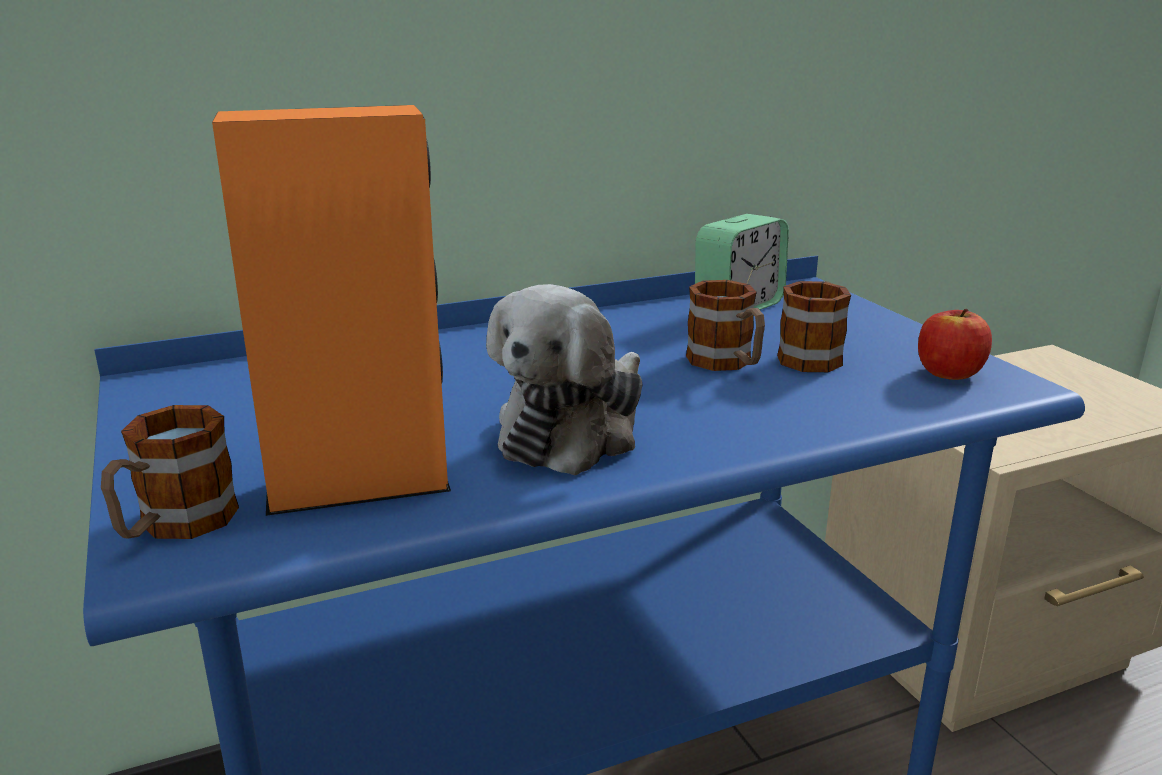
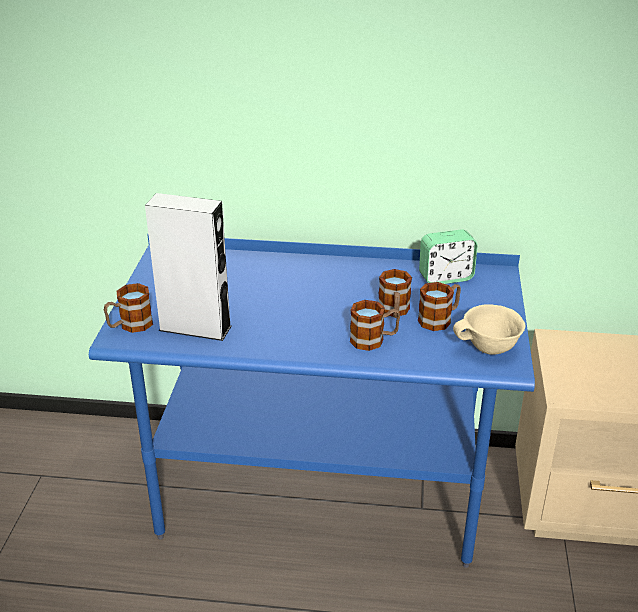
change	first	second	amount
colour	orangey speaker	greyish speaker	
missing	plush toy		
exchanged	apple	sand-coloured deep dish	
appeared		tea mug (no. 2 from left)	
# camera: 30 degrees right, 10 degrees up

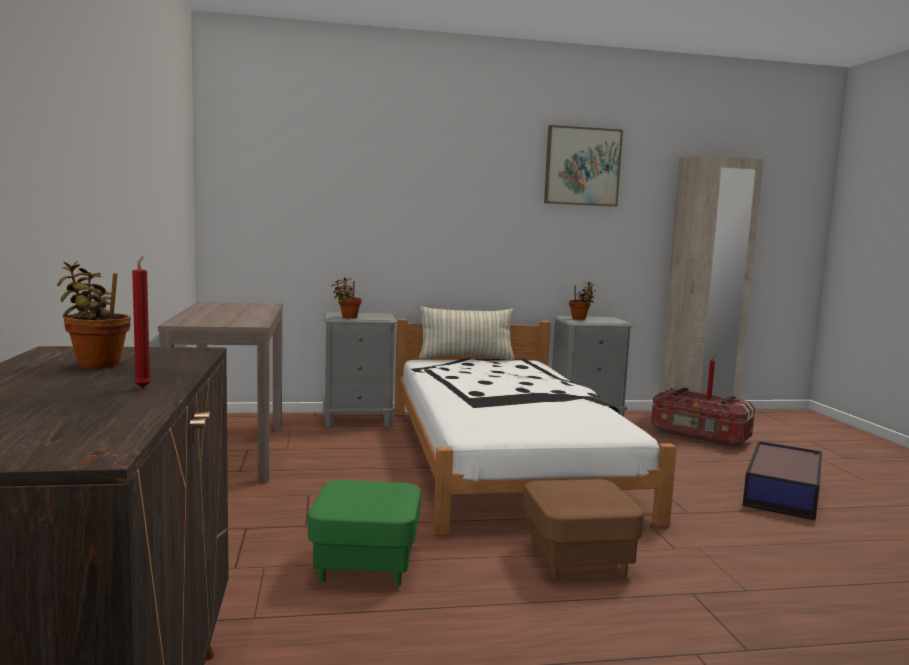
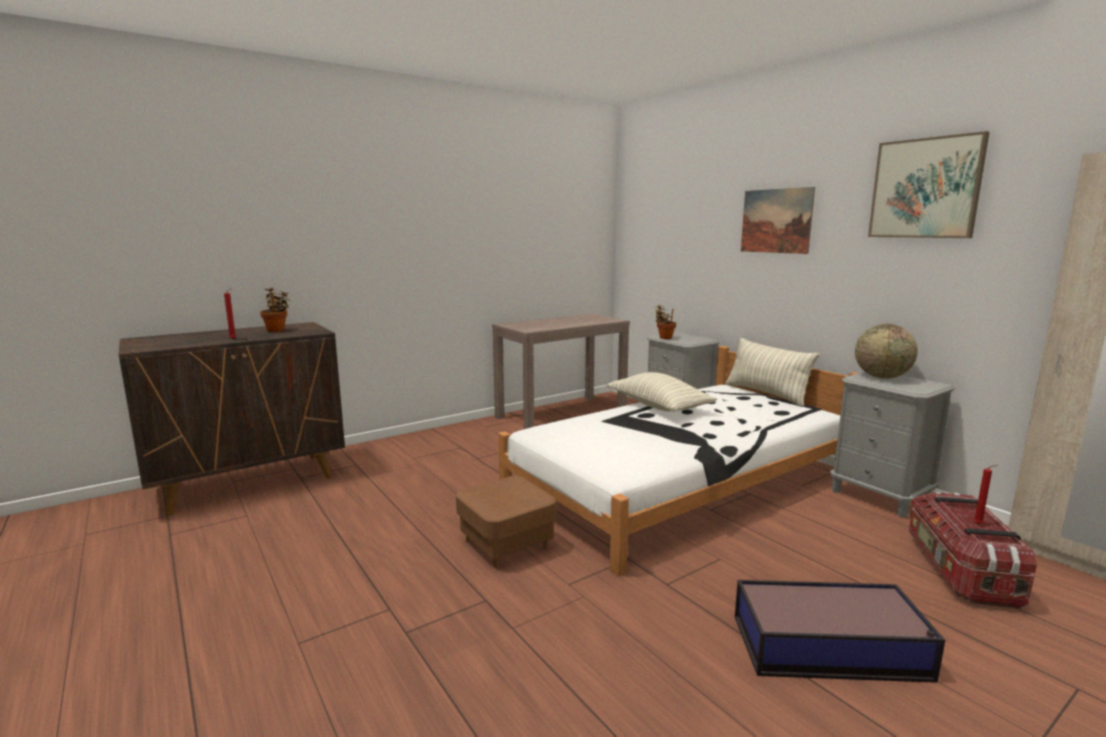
change	first	second	amount
exchanged	potted plant (no. 3 from left)	desk globe	
missing	green-coloured footrest		
appeared		wall art (no. 1 from left)	
appeared		pillow (no. 1 from left)	
# camera: 65 degrees right, 5 degrees up

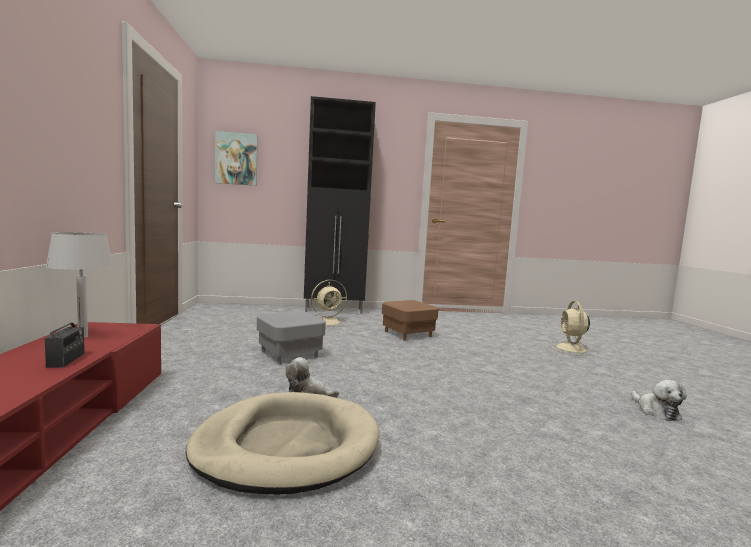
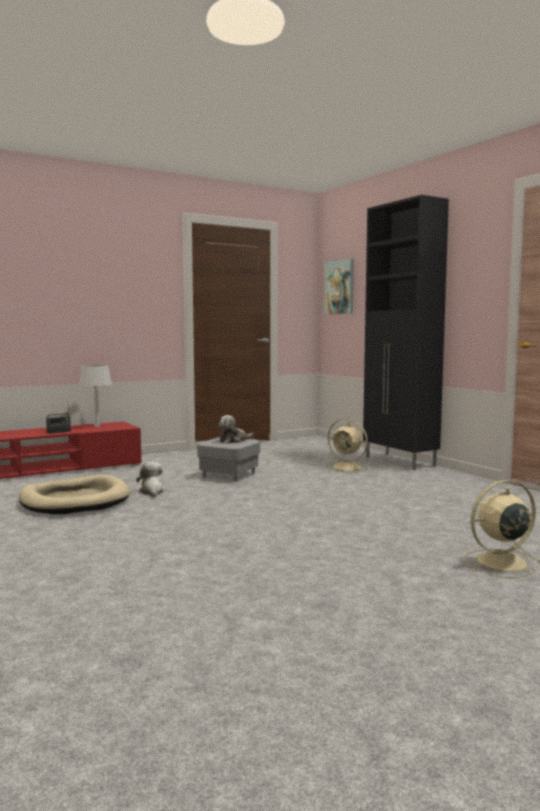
change	first	second	amount
missing	brown footrest		
relocated	plush toy (no. 2 from left)		
# camera: 65 degrees right, 0 degrees up

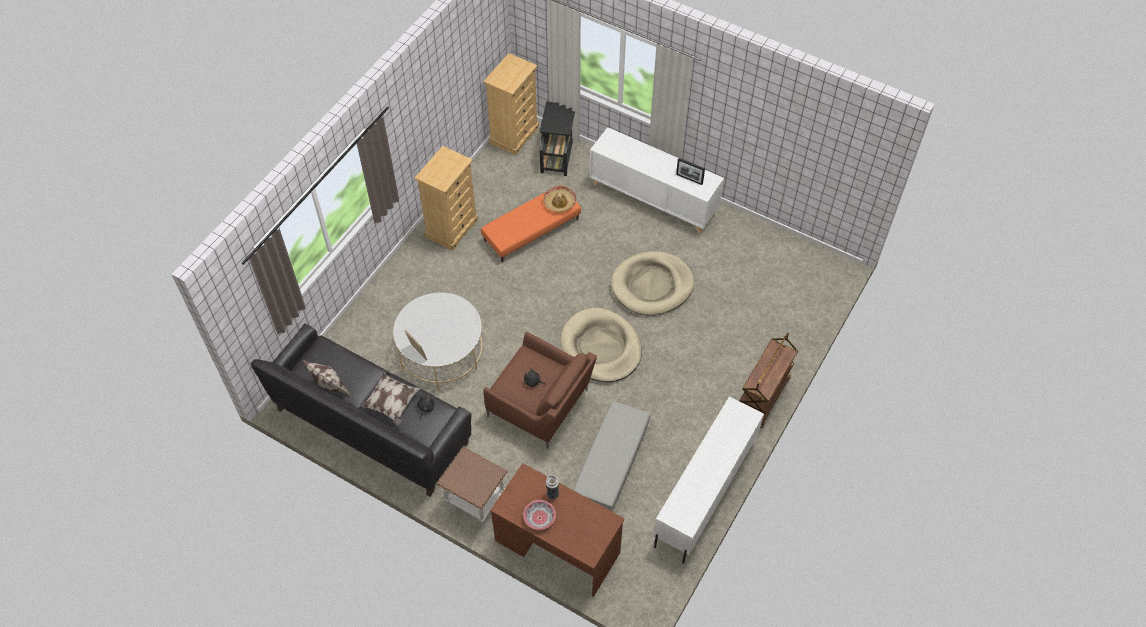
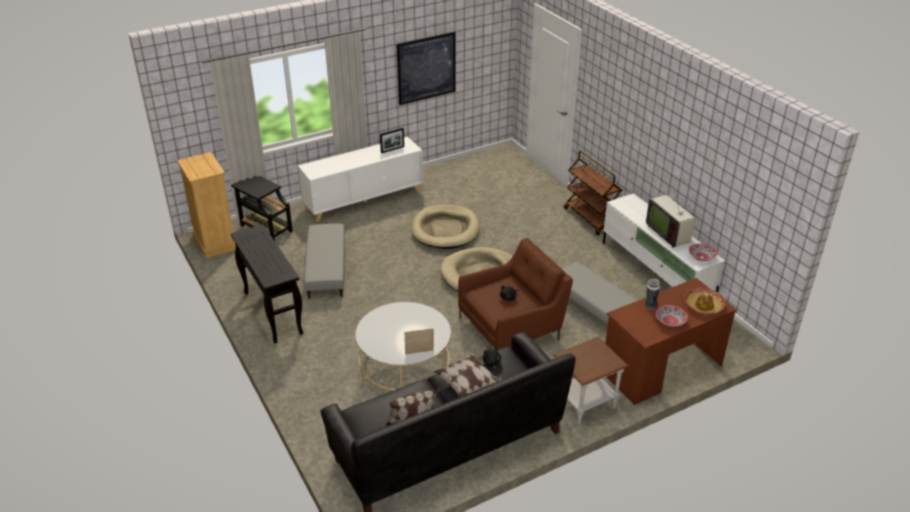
change	first	second	amount
exchanged	sand-coloured chest of drawers (no. 1 from left)	black console table	
colour	orangey footrest	greyish footrest (no. 1 from left)	
relocated	hat		
appeared		wall art	
appeared		television	
appeared		deep dish (no. 2 from left)	
# camera: 60 degrees left, 20 degrees down

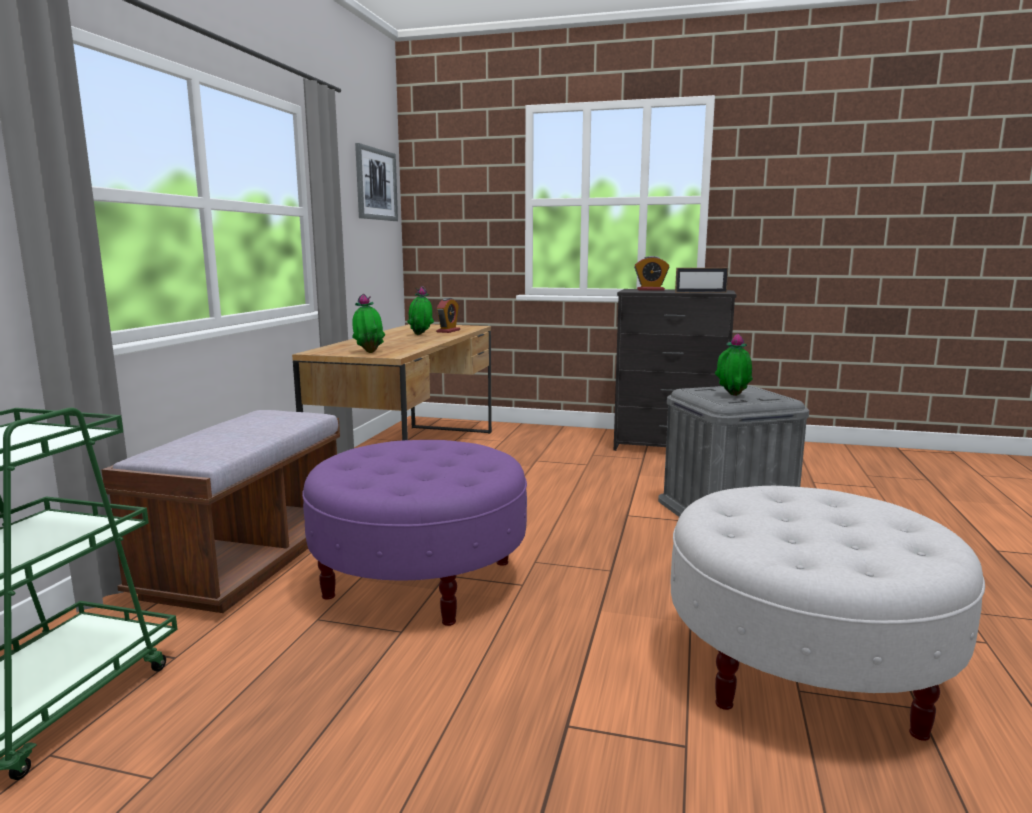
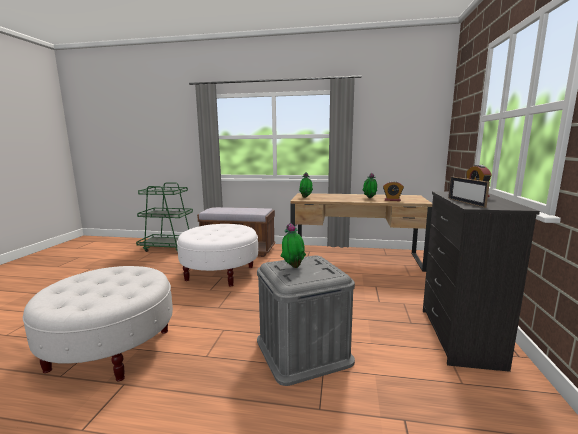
change	first	second	amount
missing	wall art		
colour	purple footrest	whitish footrest (no. 2 from left)	
# camera: 85 degrees right, 0 degrees up

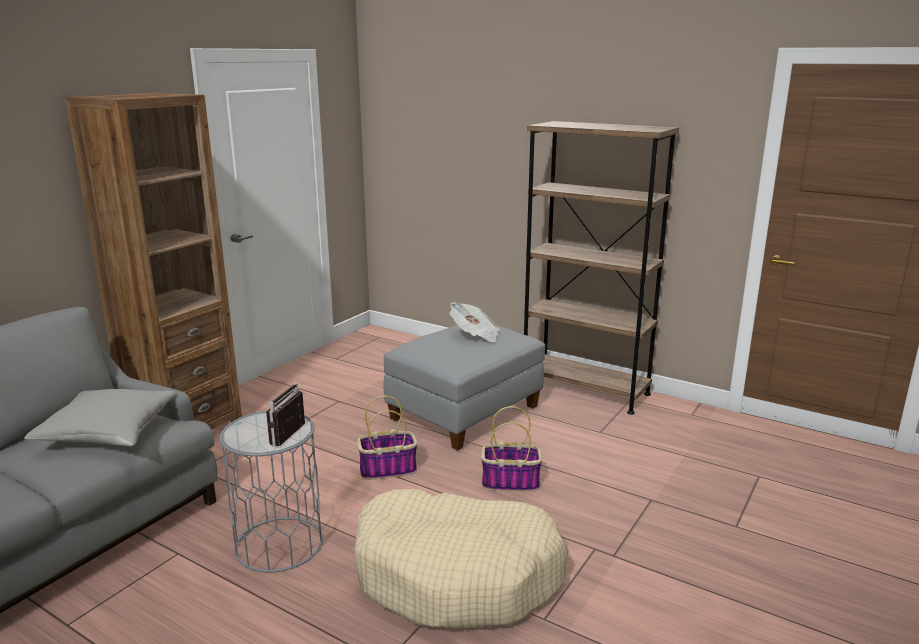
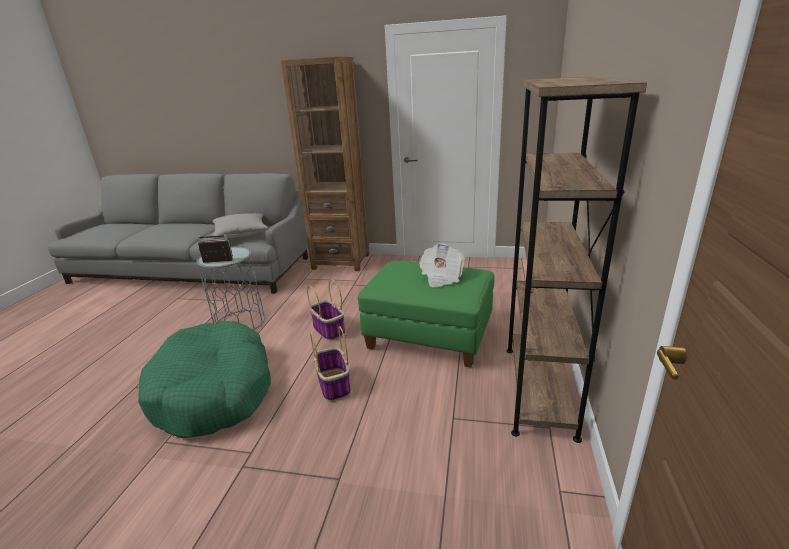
change	first	second	amount
colour	greyish footrest	green-coloured footrest	
colour	sand-coloured dog cushion	green-coloured dog cushion	
# camera: 70 degrees right, 5 degrees up

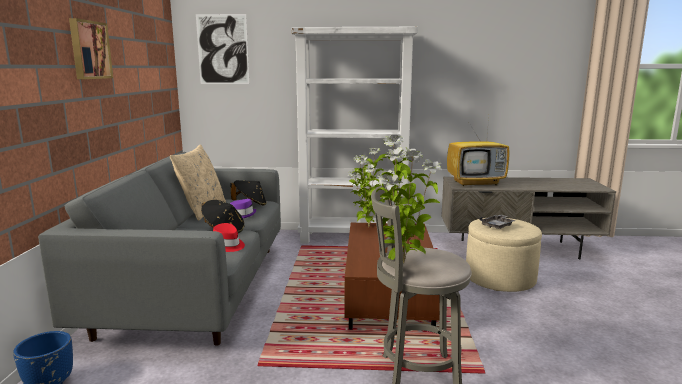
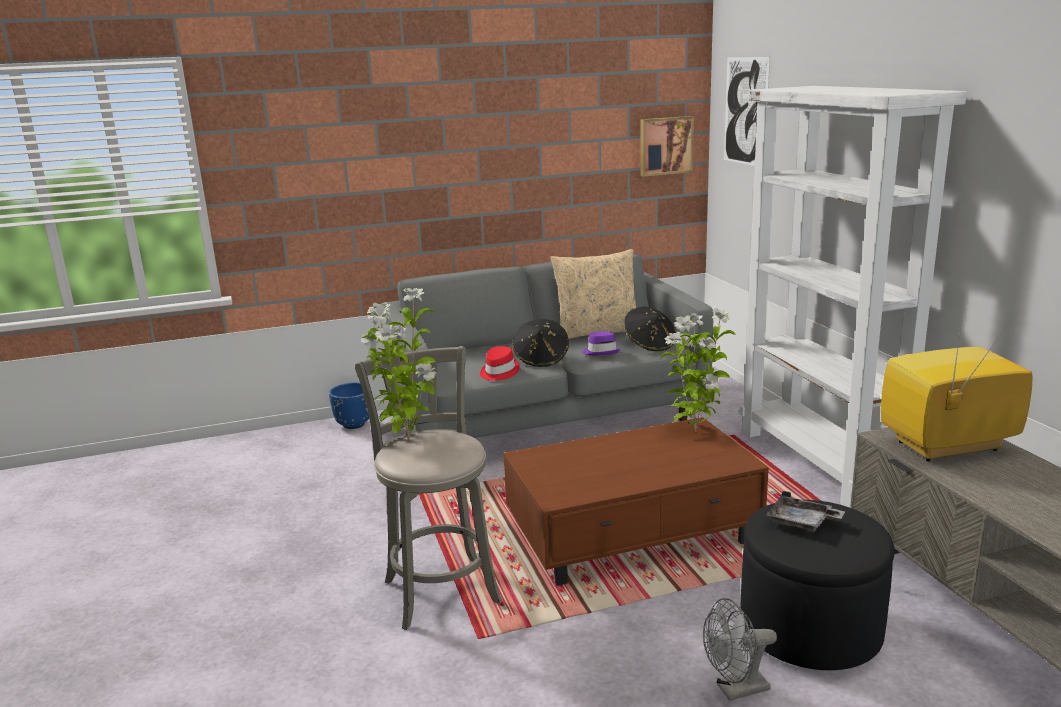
change	first	second	amount
relocated	wall art (no. 1 from left)		
spun	television		105 degrees clockwise
colour	sand-coloured footrest	black footrest	
appeared		greyish electric fan	
# camera: 70 degrees right, 5 degrees up

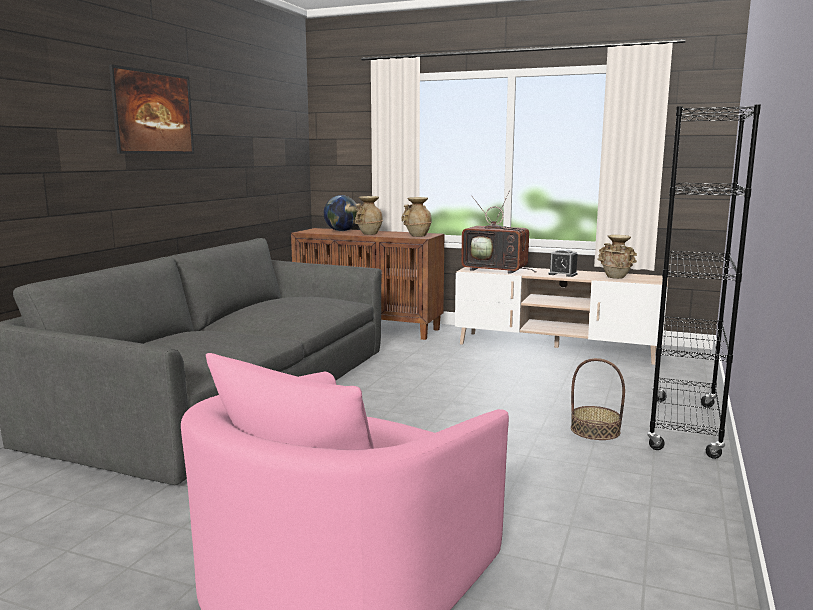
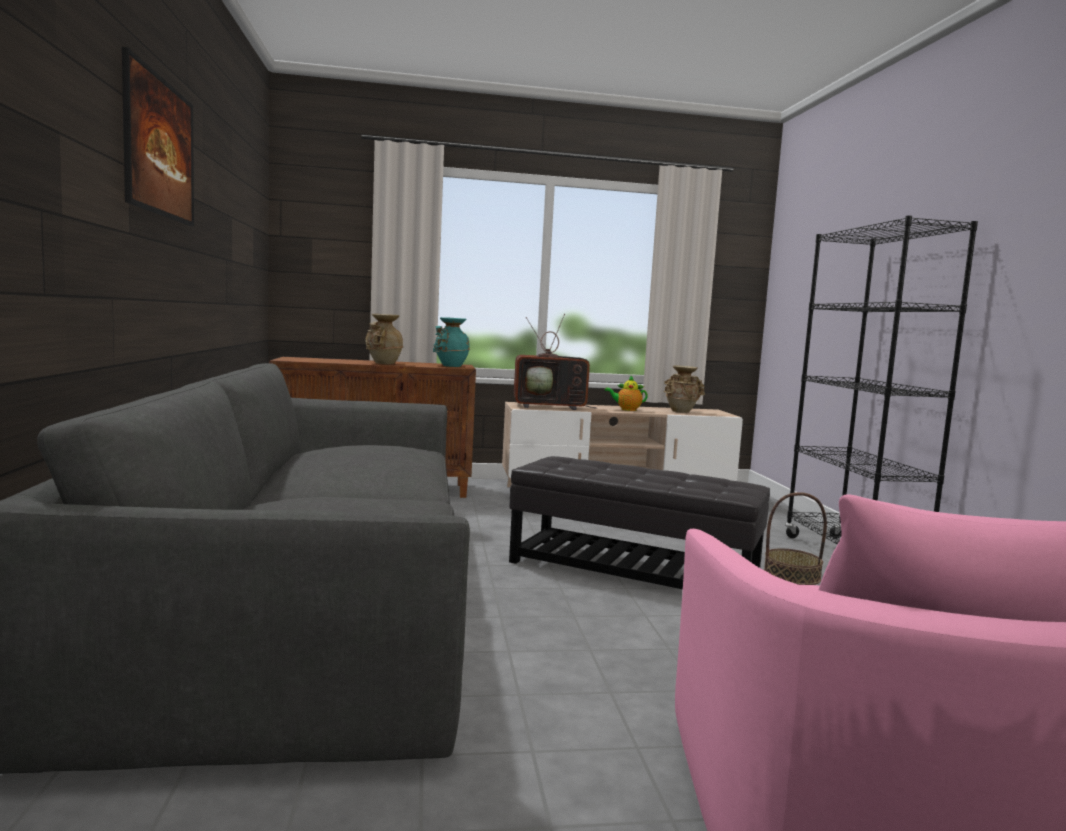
change	first	second	amount
missing	desk globe		
colour	sand-coloured decorative vase (no. 2 from left)	turquoise decorative vase	
exchanged	bedside clock	pot for tea	
appeared		black footrest	
# camera: 30 degrees left, 5 degrees down

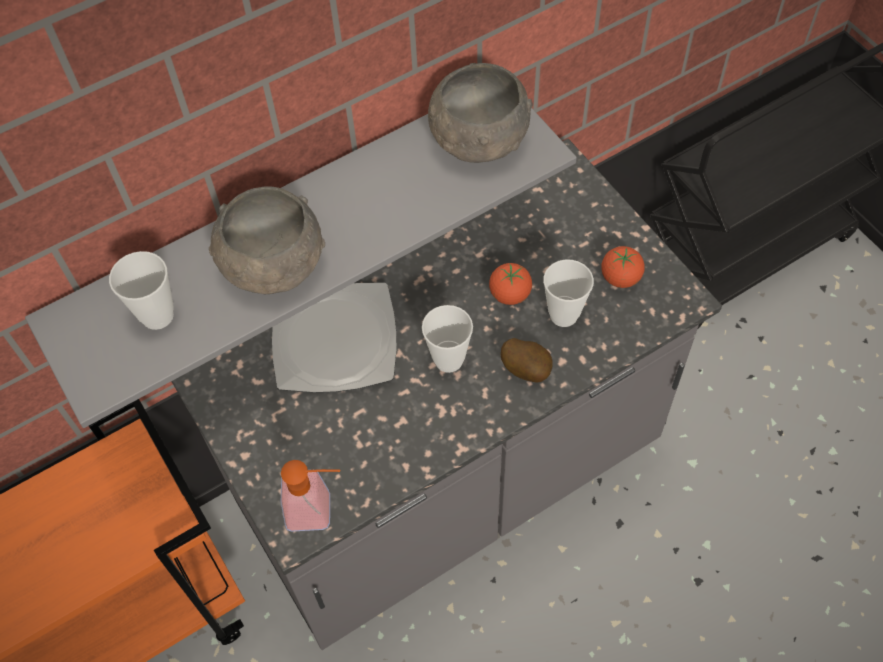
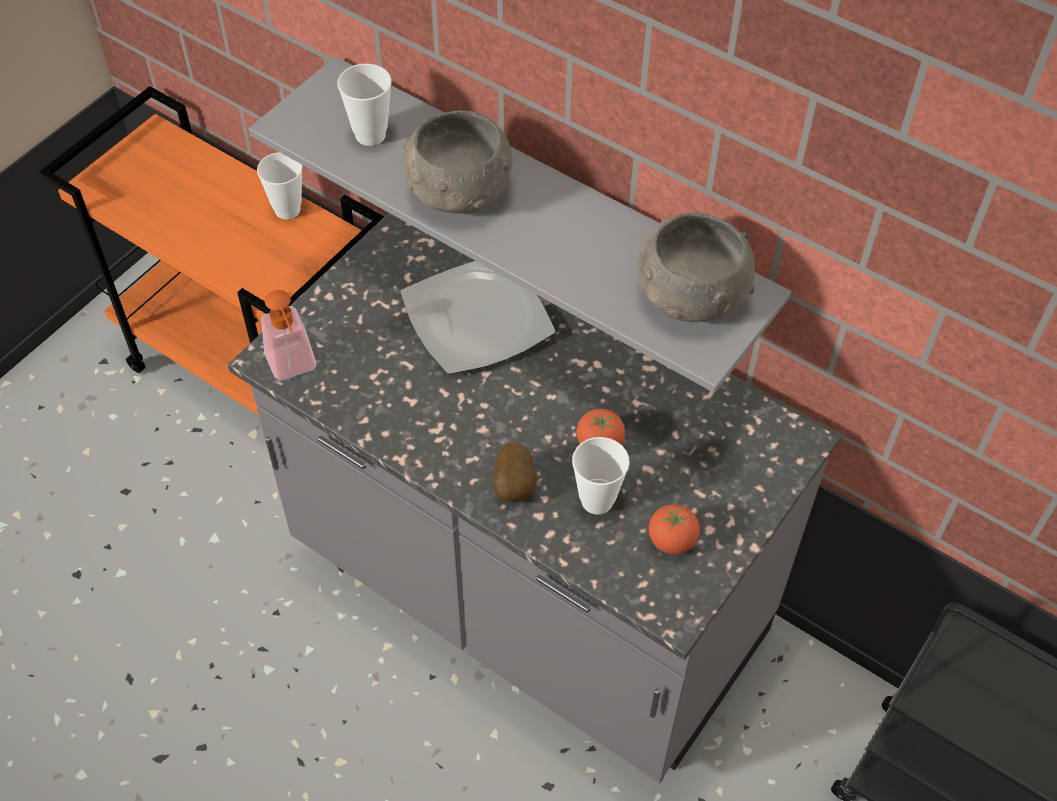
change	first	second	amount
relocated	drinking cup (no. 2 from left in the first image)	drinking cup (no. 1 from left)	
# camera: 65 degrees right, 5 degrees down

